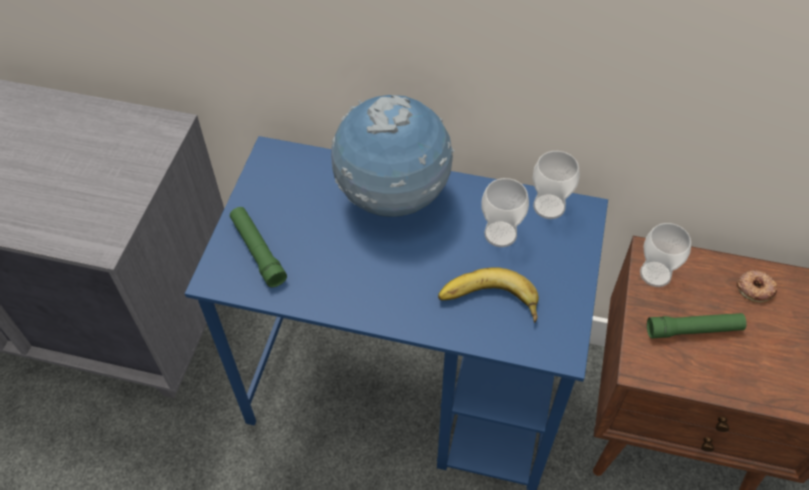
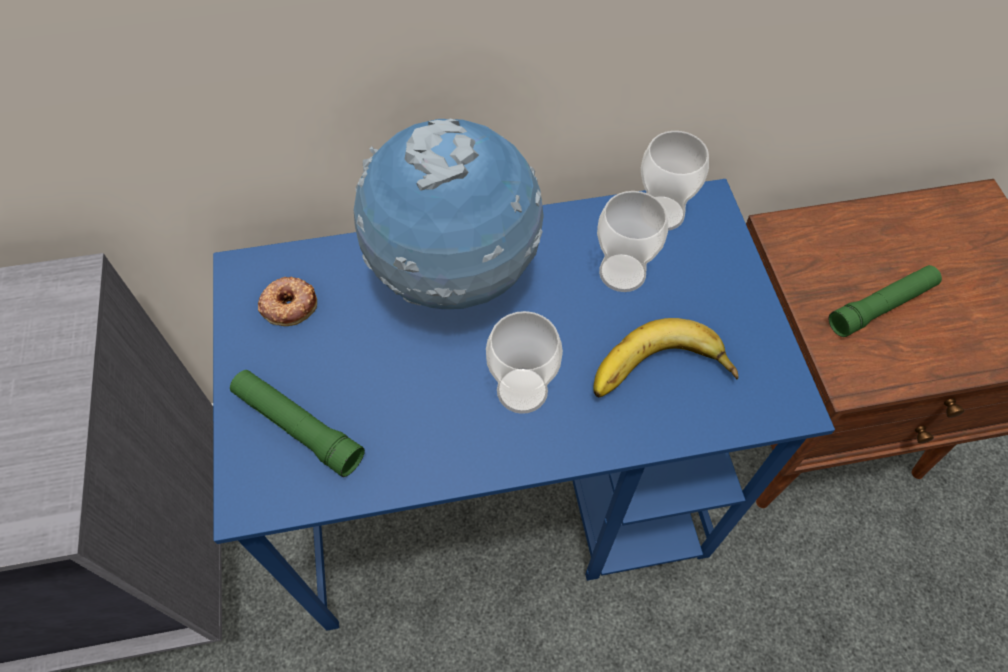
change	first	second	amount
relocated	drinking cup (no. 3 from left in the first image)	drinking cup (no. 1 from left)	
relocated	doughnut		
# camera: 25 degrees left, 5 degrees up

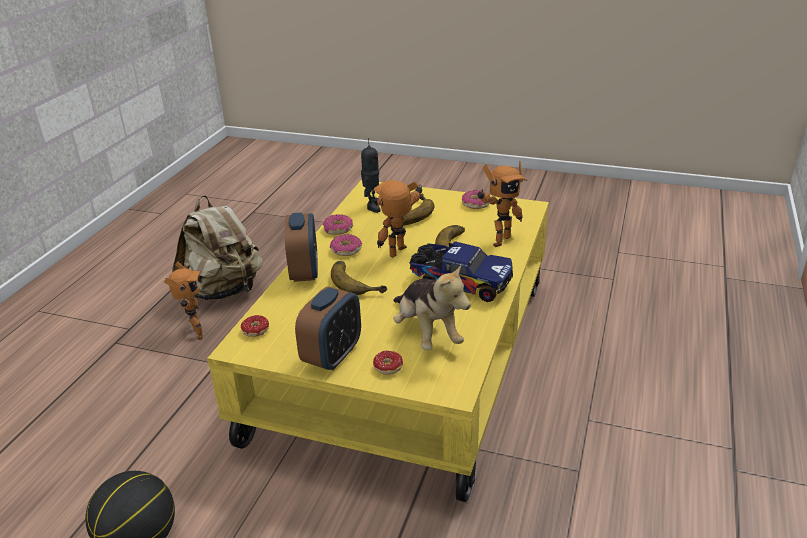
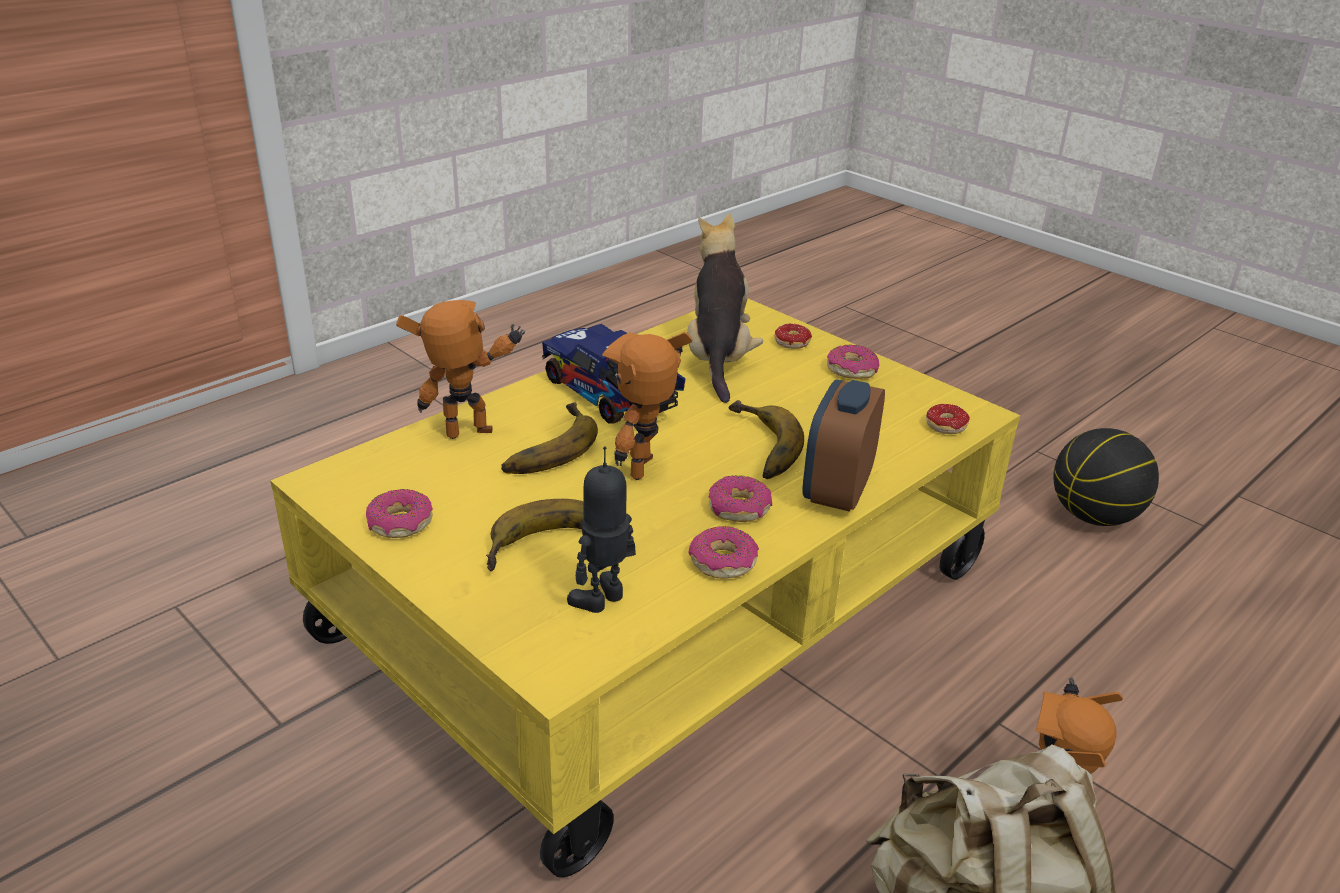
change	first	second	amount
spun	model robot (no. 3 from left)		135 degrees clockwise
exchanged	bedside clock (no. 2 from left)	doughnut (no. 5 from left)	
# camera: 155 degrees left, 0 degrees up

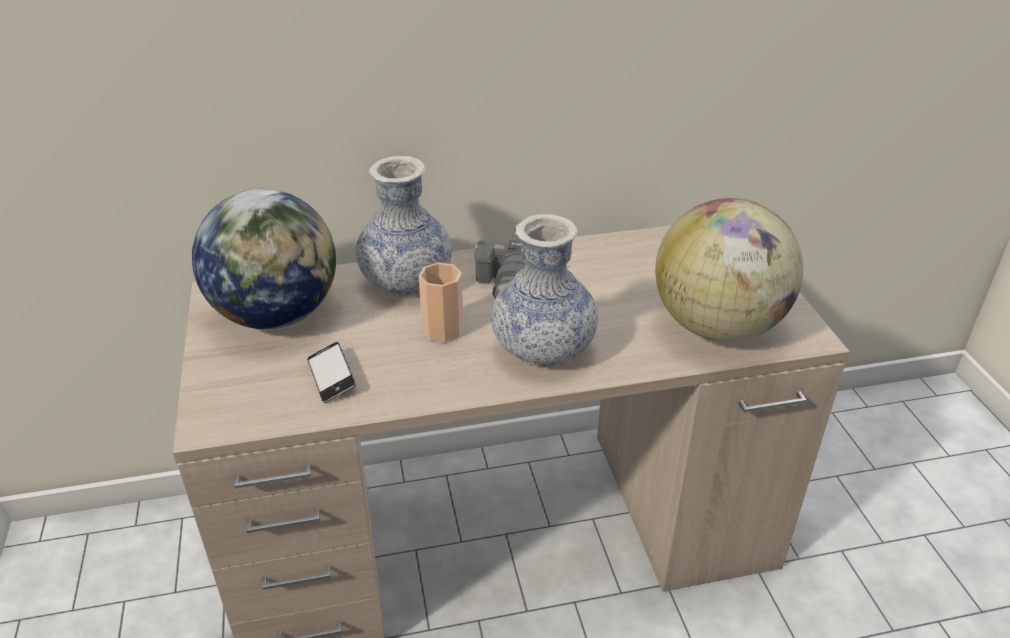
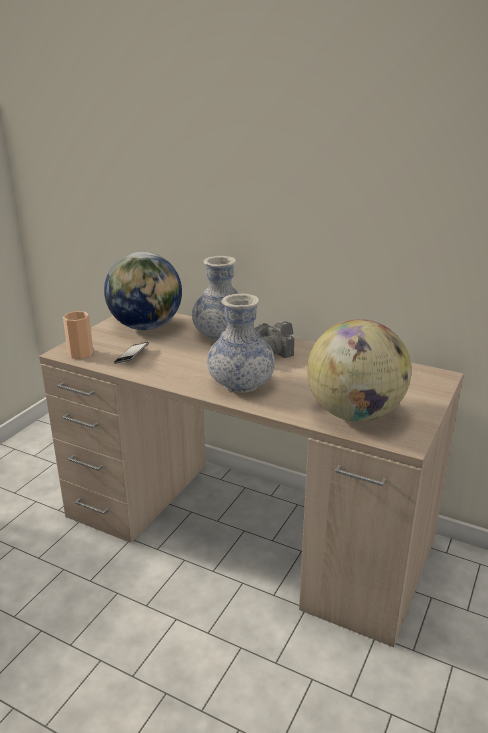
change	first	second	amount
relocated	drinking cup		
# camera: 40 degrees right, 10 degrees down

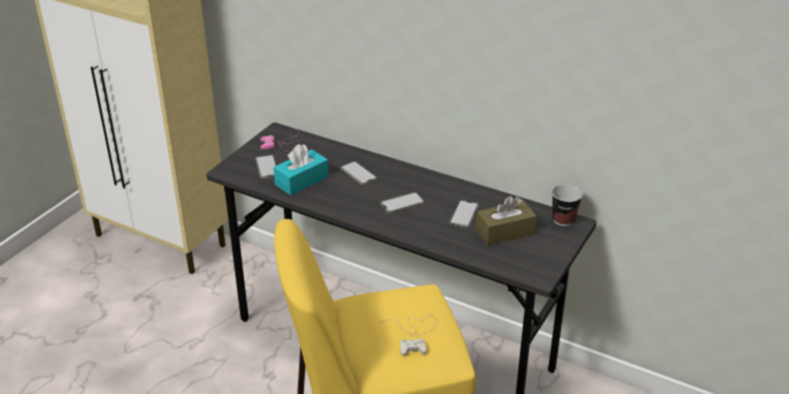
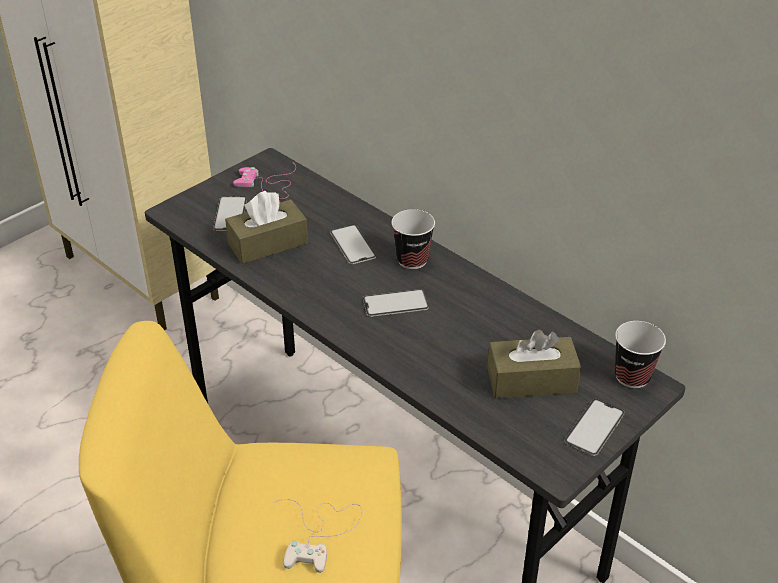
change	first	second	amount
colour	turquoise tissue holder	brown tissue holder (no. 1 from left)	
relocated	handset (no. 4 from left)		
appeared		drinking cup (no. 1 from left)	
# camera: 15 degrees right, 5 degrees up

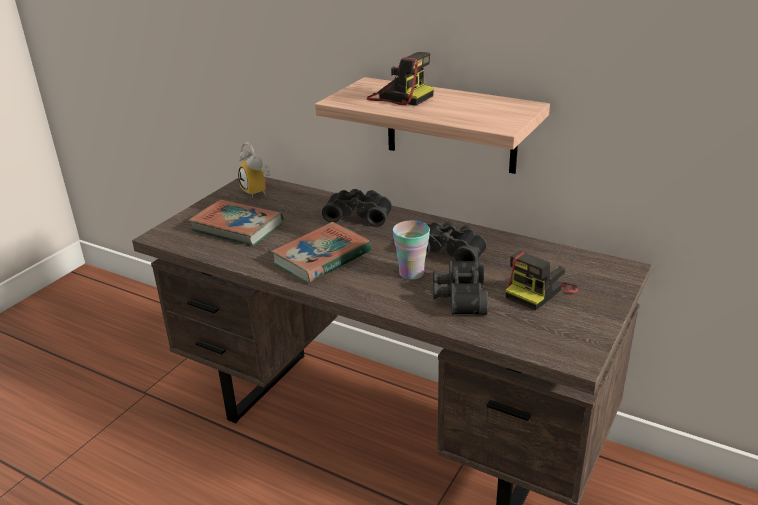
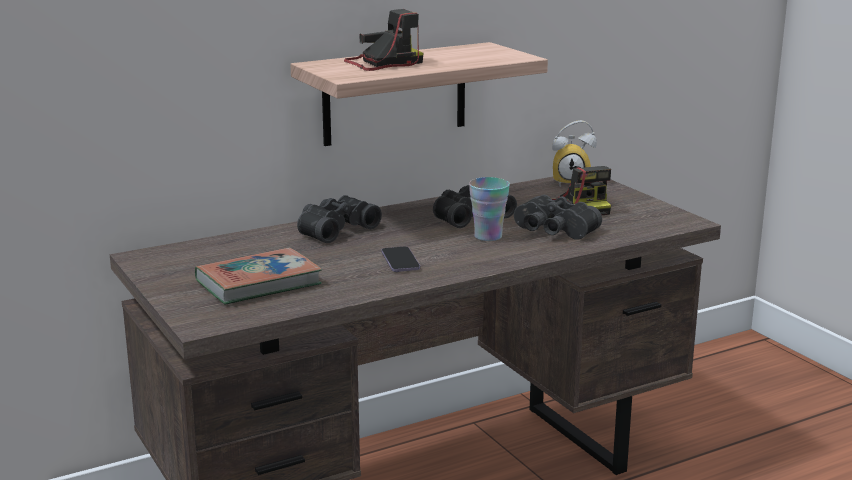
change	first	second	amount
relocated	bedside clock		
exchanged	book (no. 2 from left)	handset	
# camera: 60 degrees left, 10 degrees down

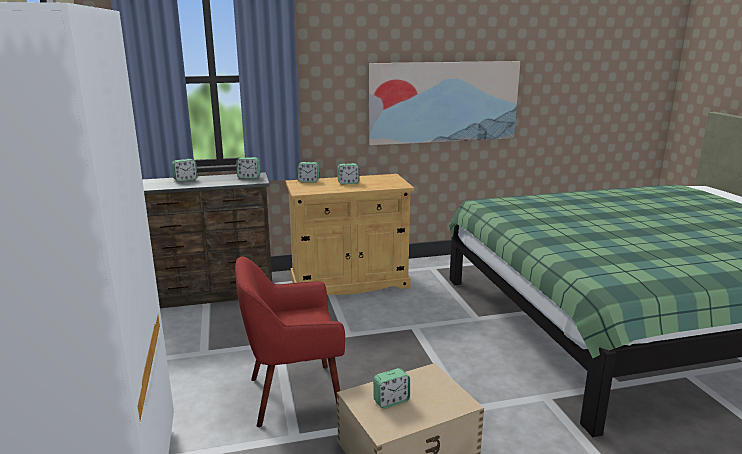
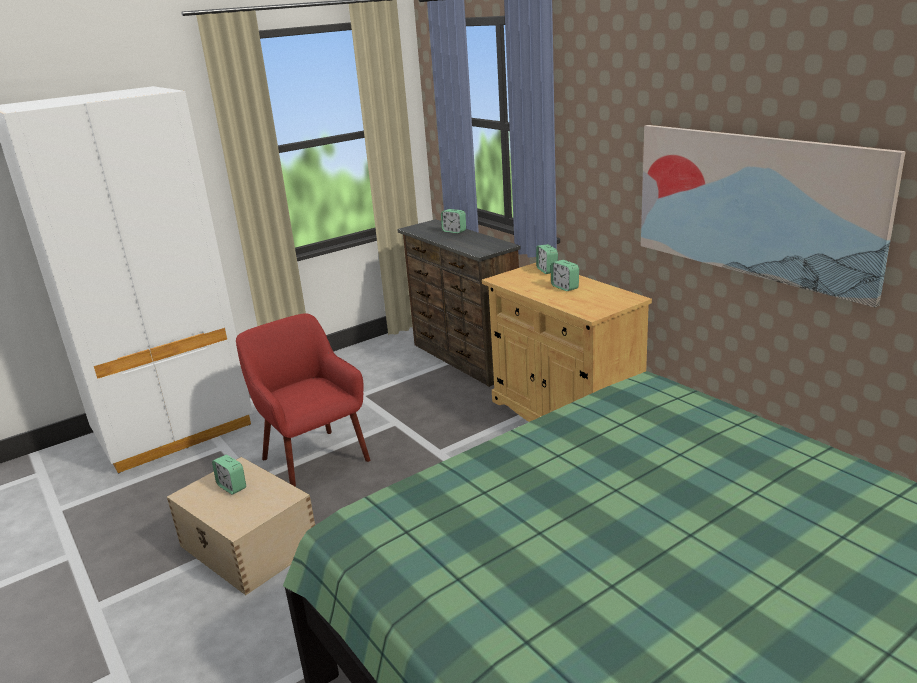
change	first	second	amount
missing	bedside clock (no. 2 from left)		
# camera: 70 degrees right, 5 degrees up

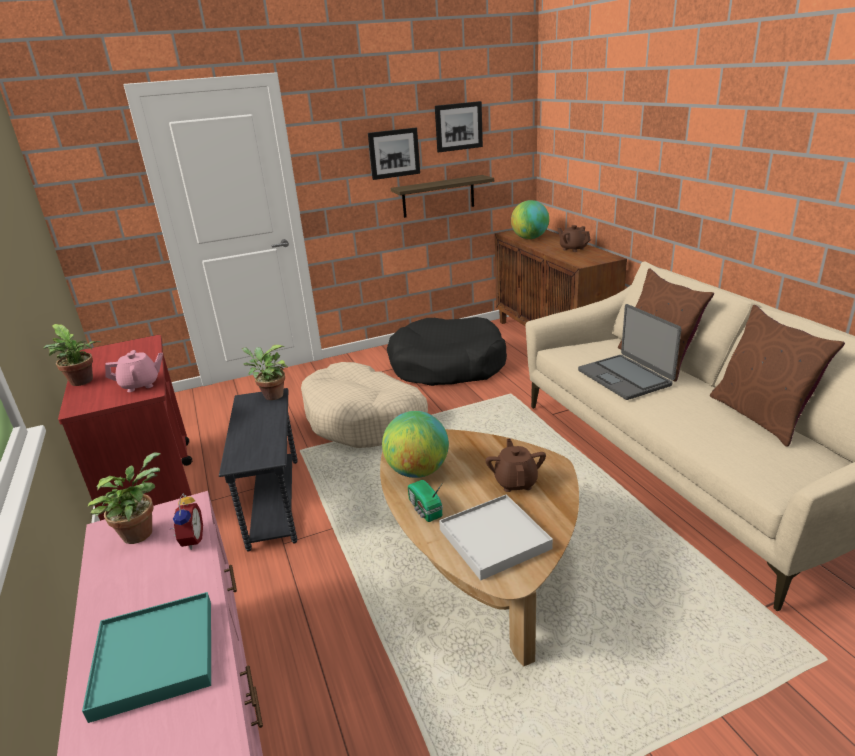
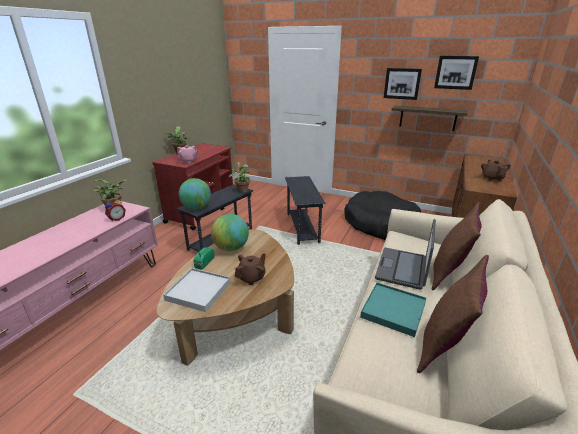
change	first	second	amount
relocated	desk globe (no. 2 from left in the first image)	desk globe (no. 1 from left)	
exchanged	sand-coloured dog cushion	greyish side table (no. 2 from left)	
relocated	turquoise serving tray		
# camera: 45 degrees right, 0 degrees up

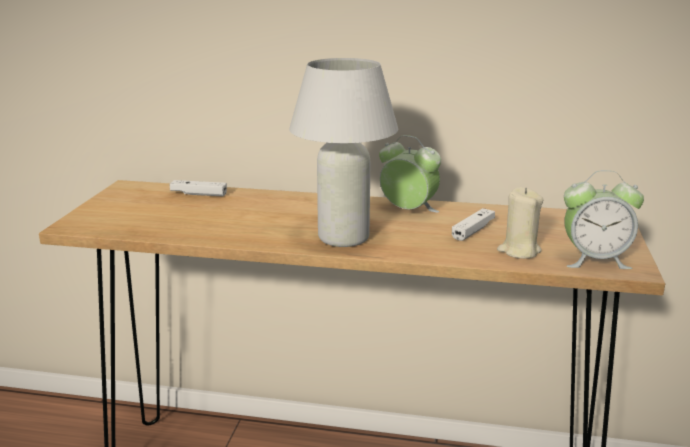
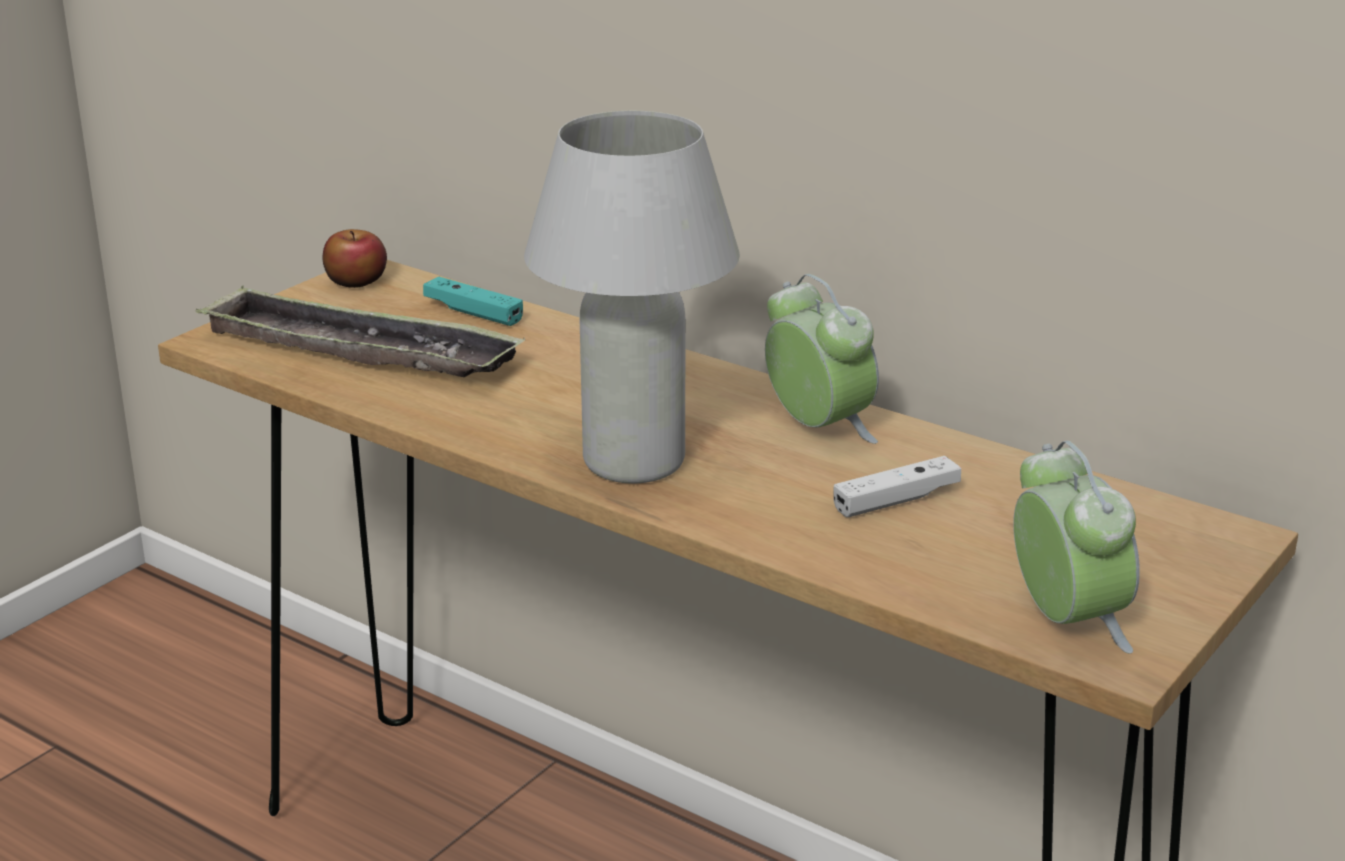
change	first	second	amount
spun	bedside clock (no. 2 from left)		135 degrees counterclockwise
colour	whitish joypad (no. 1 from left)	turquoise joypad	
missing	sand-coloured wax candle		
appeared		apple	
appeared		serving tray	
# camera: 25 degrees right, 5 degrees up

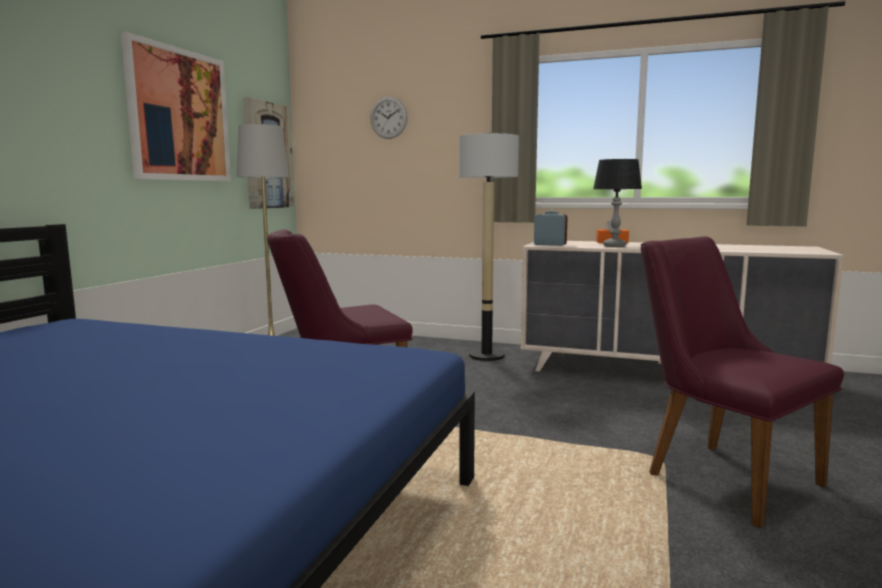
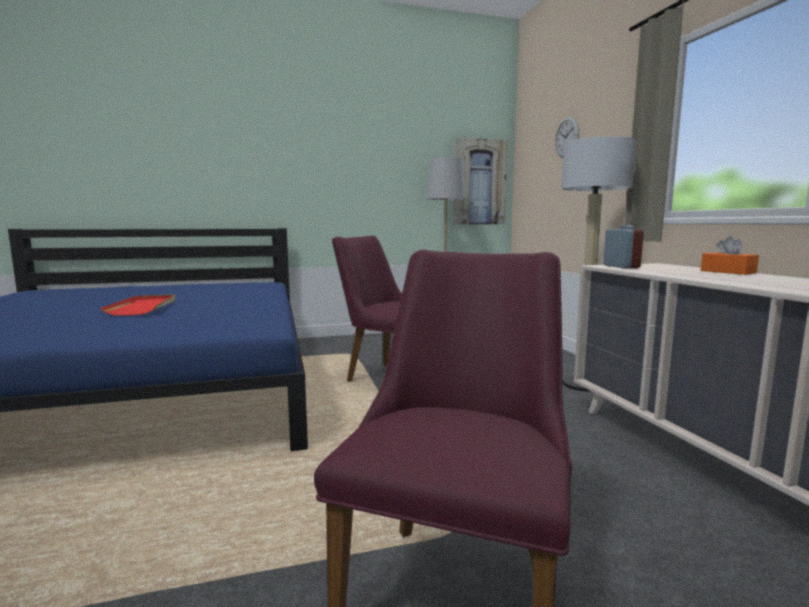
change	first	second	amount
missing	wall art (no. 1 from left)		
missing	black tabletop lamp		
appeared		red-coloured serving tray	
# camera: 55 degrees right, 0 degrees up

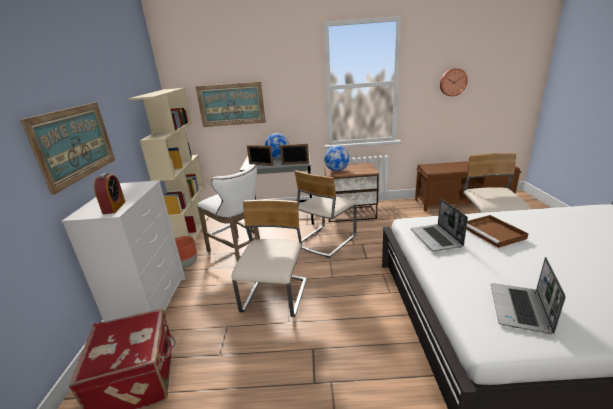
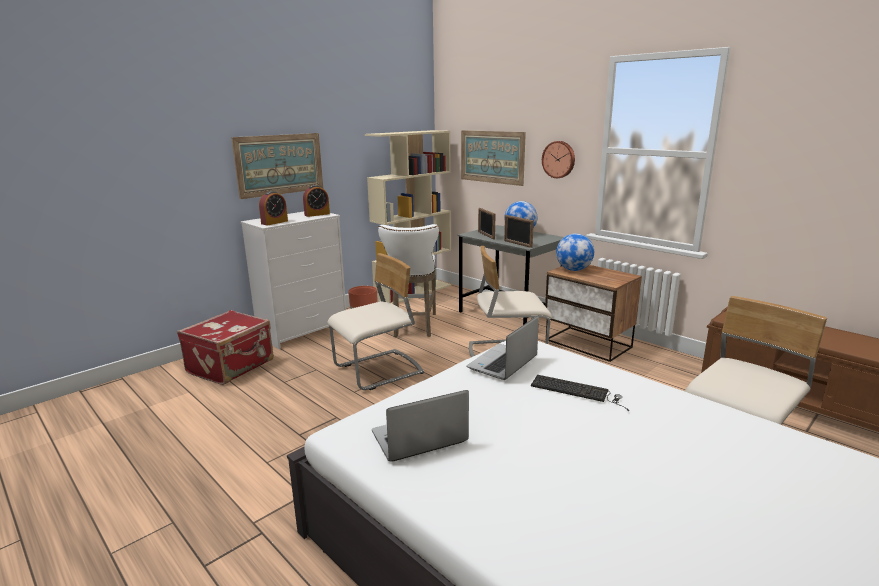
change	first	second	amount
relocated	wall clock		
exchanged	brown serving tray	keyboard	
appeared		bedside clock (no. 2 from left)	
# camera: 45 degrees right, 5 degrees down

